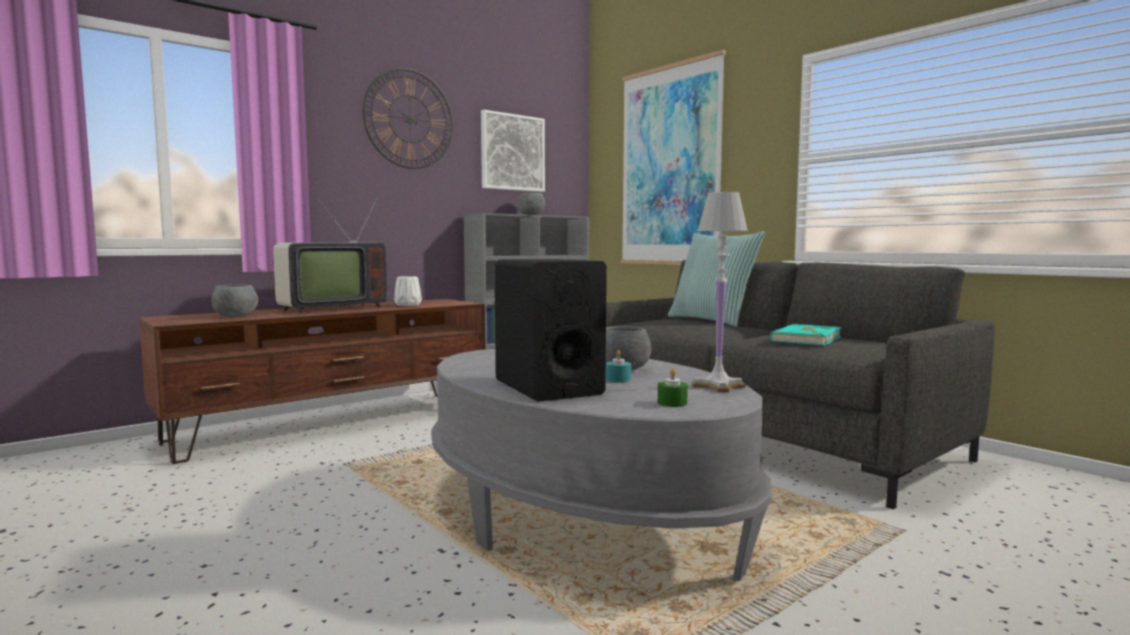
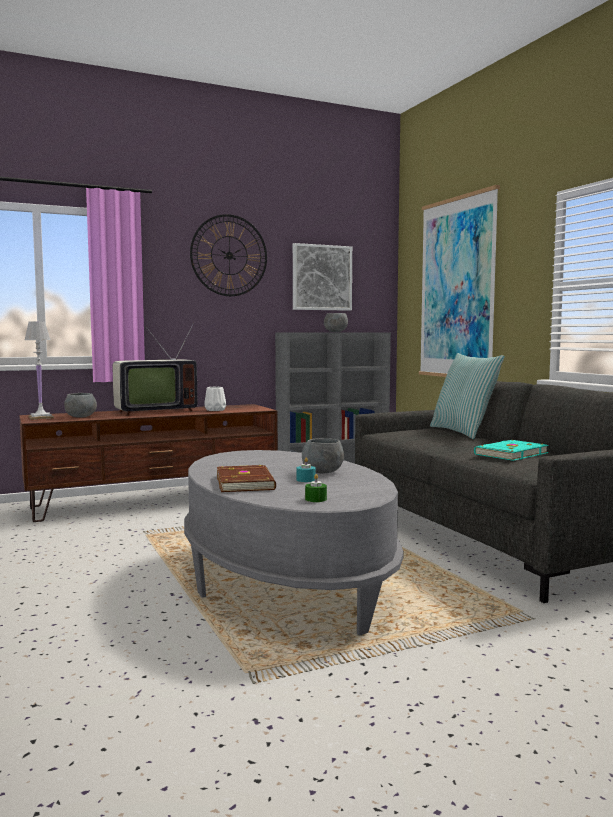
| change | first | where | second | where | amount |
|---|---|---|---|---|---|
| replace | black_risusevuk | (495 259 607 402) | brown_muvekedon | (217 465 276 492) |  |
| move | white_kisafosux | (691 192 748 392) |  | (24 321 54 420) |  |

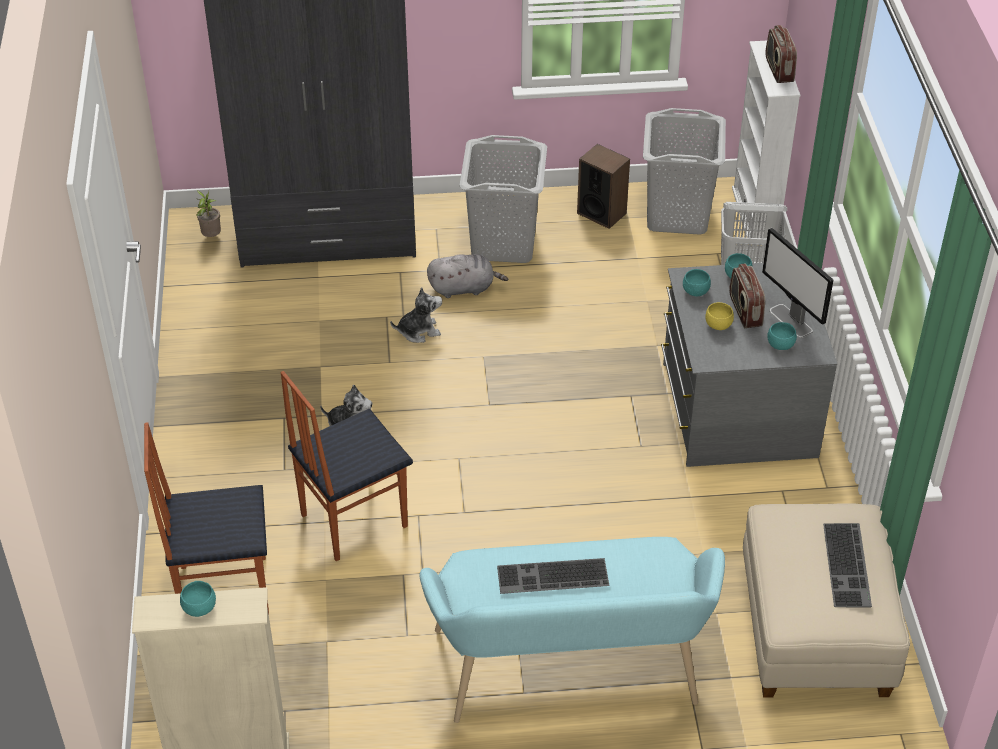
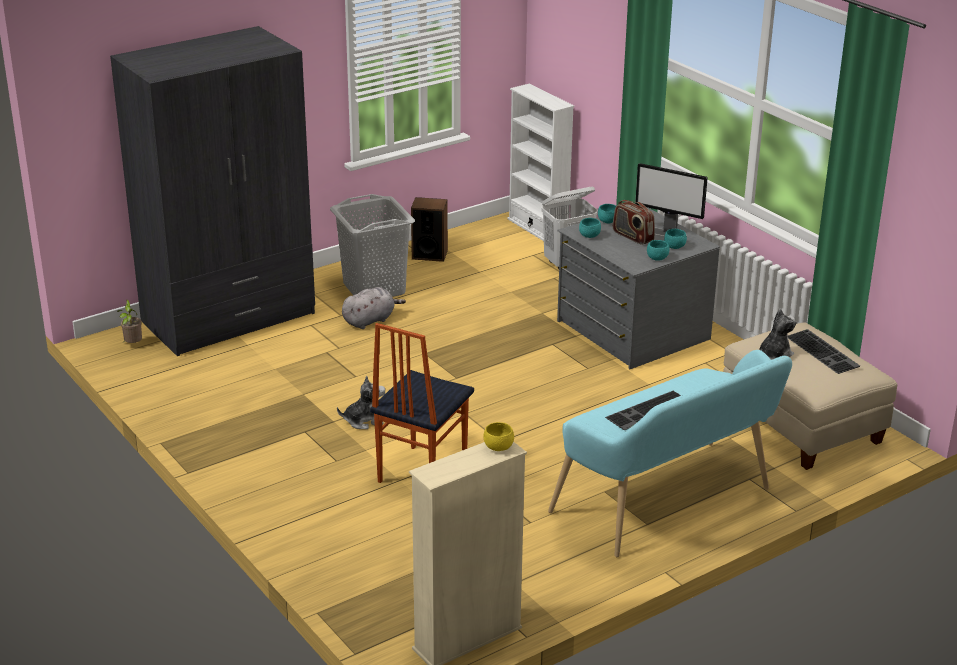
| change | first | where | second | where | amount |
|---|---|---|---|---|---|
| delete | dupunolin | (144 422 269 614) |  |  |  |
| move | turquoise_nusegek | (180 581 216 617) |  | (647 240 669 261) |  |
| move | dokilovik | (390 287 442 343) |  | (759 309 797 360) |  |
| delete | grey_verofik | (643 108 726 235) |  |  |  |
| move | yellow_nusegek | (705 302 734 330) |  | (483 422 514 451) |  |
| delete | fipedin | (765 25 797 83) |  |  |  |

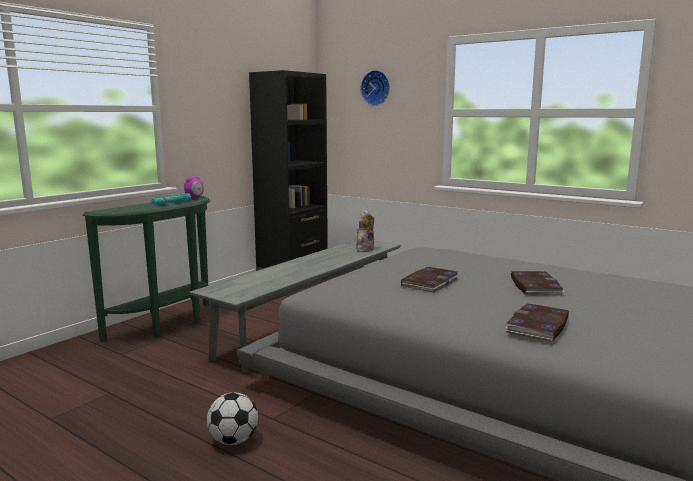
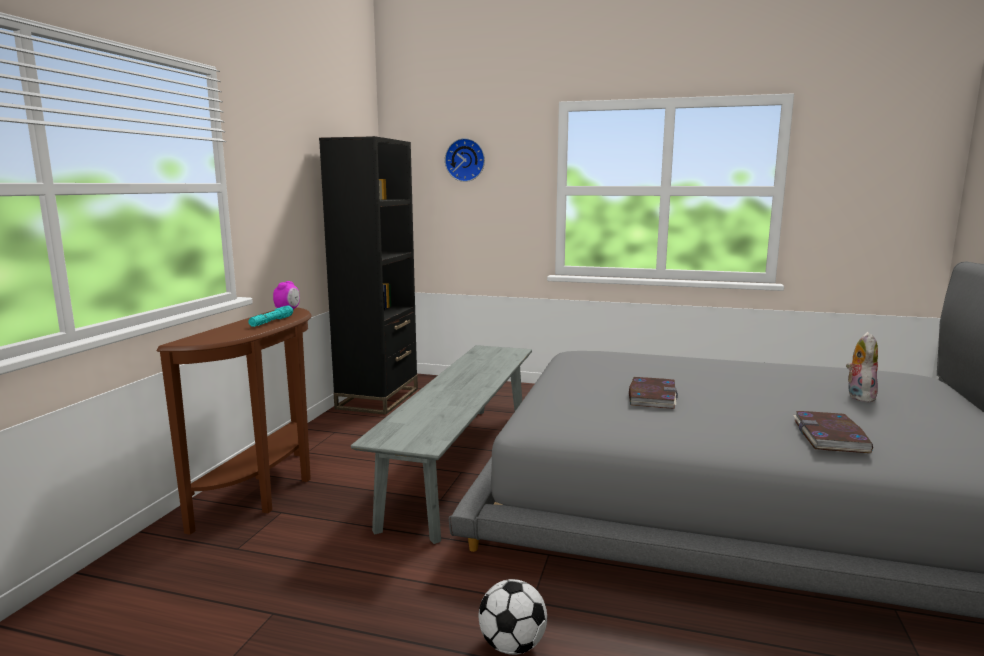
| change | first | where | second | where | amount |
|---|---|---|---|---|---|
| recolor | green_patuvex | (83 196 210 342) | brown_patuvex | (157 307 312 535) |  |
| move | dokilovik | (356 210 374 252) |  | (846 332 878 402) |  |
| delete | muvekedon | (511 271 564 296) |  |  |  |

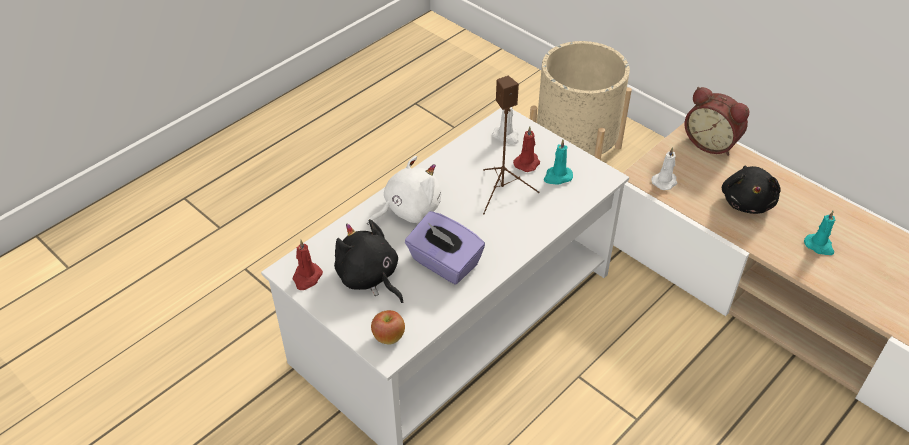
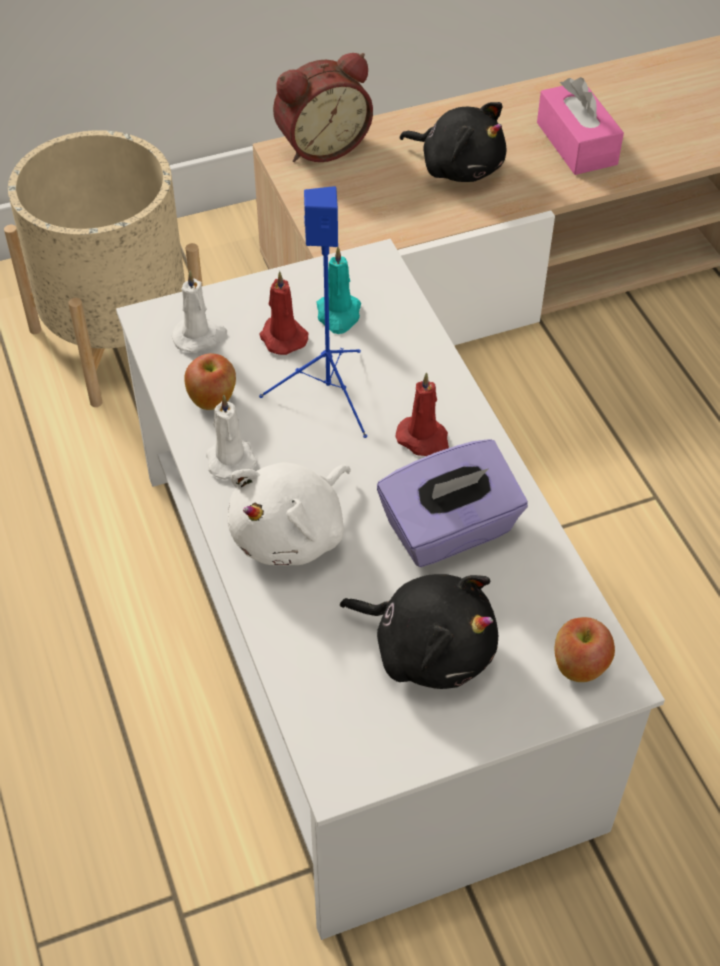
| change | first | where | second | where | amount |
|---|---|---|---|---|---|
| move | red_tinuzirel | (293 240 323 290) |  | (396 372 449 456) |  |
| rotate | black_dokilovik | (334 219 403 303) |  | (340 574 498 689) | 135 degrees counterclockwise |
| rotate | white_dokilovik | (367 156 441 225) |  | (227 463 351 565) | 135 degrees counterclockwise |
| recolor | brown_risusevuk | (483 76 539 214) | blue_risusevuk | (259 186 367 438) |  |
| move | white_tinuzirel | (651 147 677 190) |  | (206 394 257 480) |  |
| replace | turquoise_tinuzirel | (804 210 835 255) | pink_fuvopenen | (537 77 624 175) |  |
| insert |  |  | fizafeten | (184 353 236 410) |  |

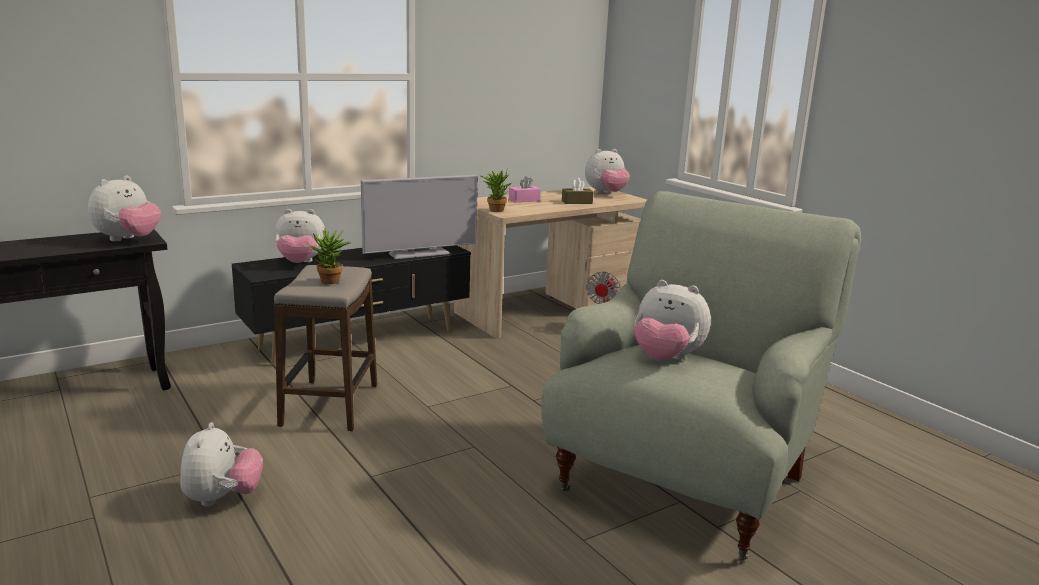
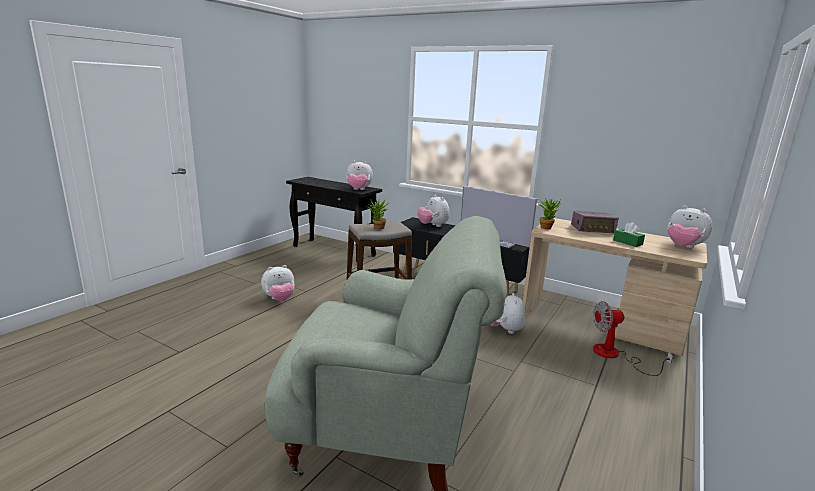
| change | first | where | second | where | amount |
|---|---|---|---|---|---|
| replace | pink_fuvopenen | (509 176 541 203) | fipedin | (571 211 619 233) |  |
| recolor | brown_fuvopenen | (562 178 594 204) | green_fuvopenen | (613 222 645 247) |  |
| move | dokilovik | (634 280 711 361) |  | (490 293 525 334) |  |

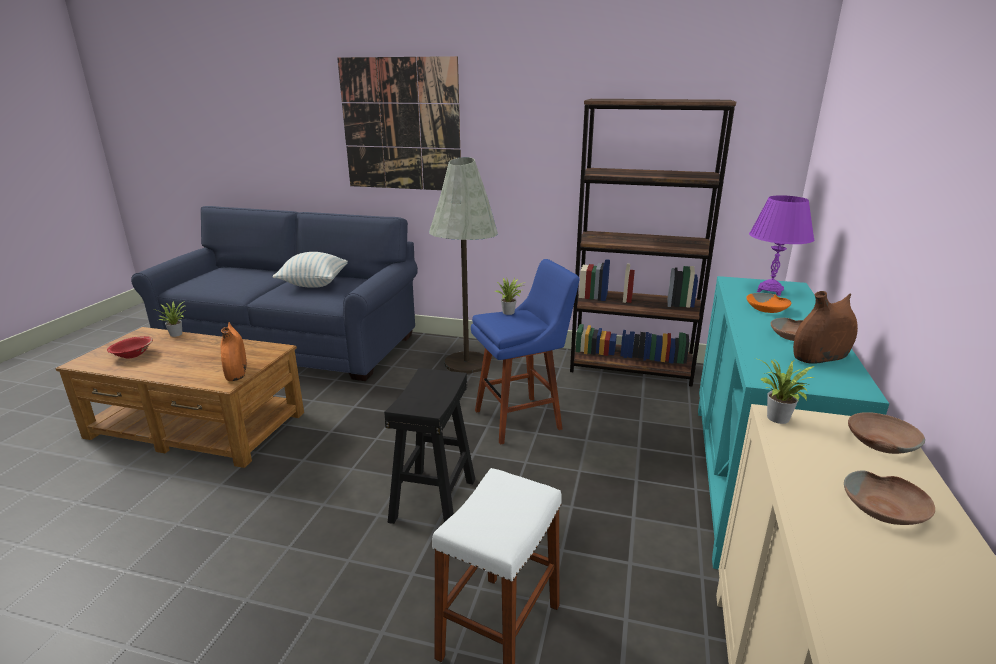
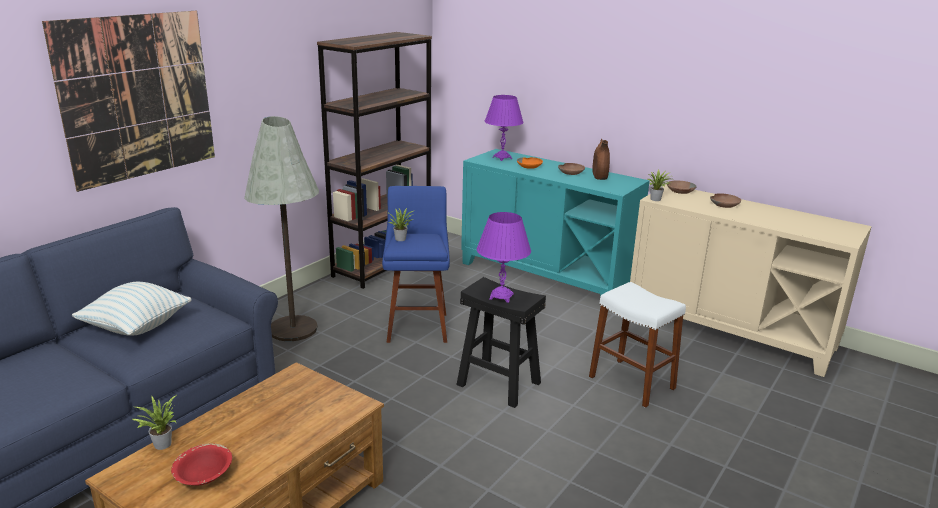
| change | first | where | second | where | amount |
|---|---|---|---|---|---|
| delete | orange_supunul | (221 322 247 381) |  |  |  |
| insert |  |  | purple_kisafosux | (477 212 531 303) |  |

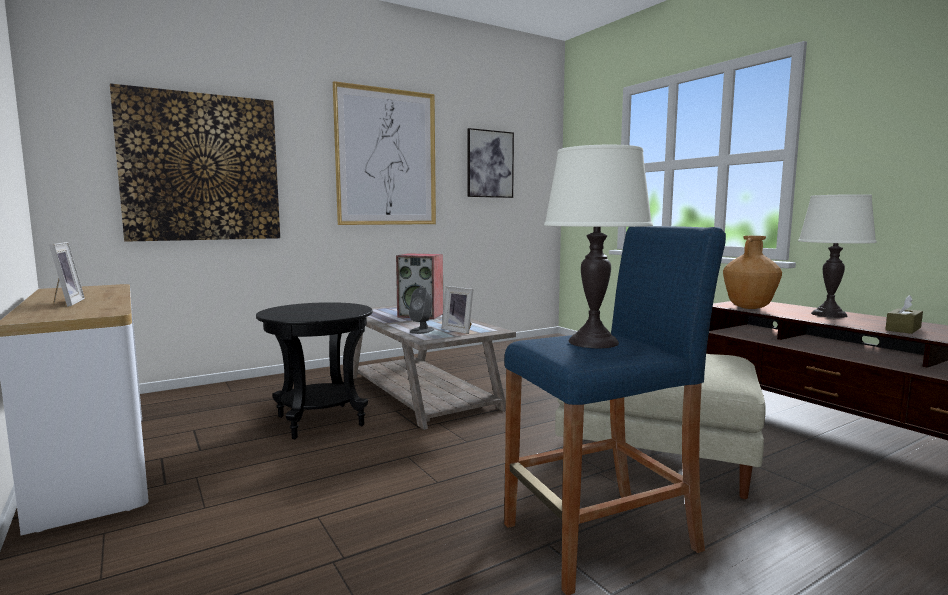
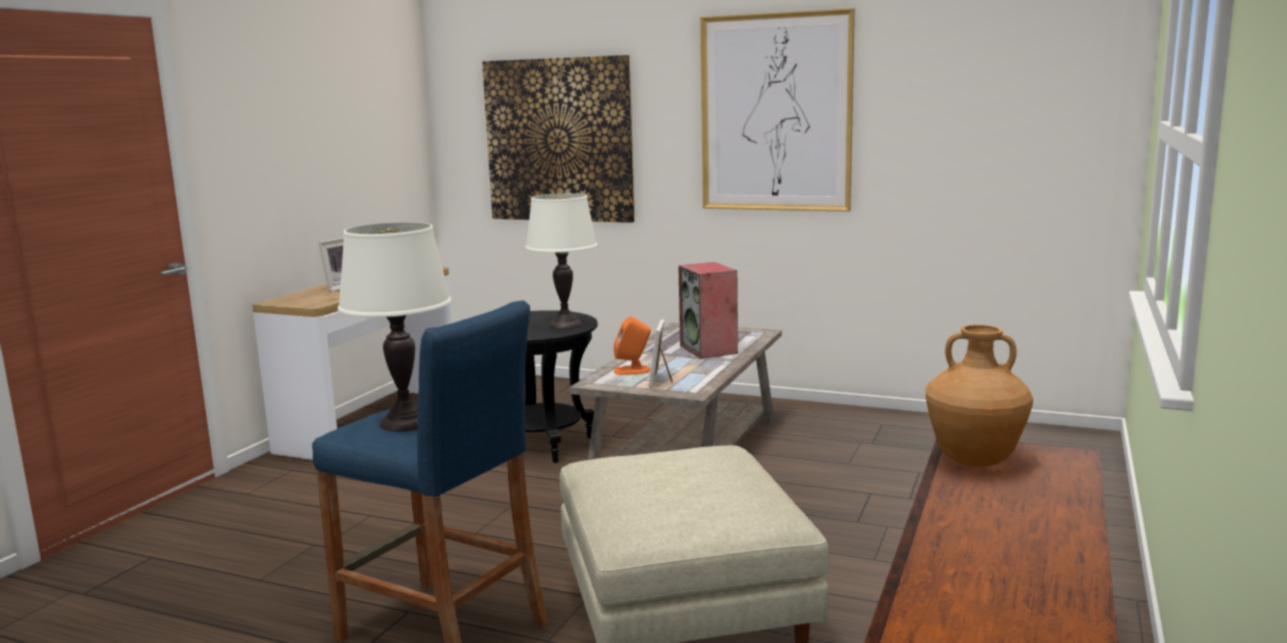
| change | first | where | second | where | amount |
|---|---|---|---|---|---|
| recolor | grey_risusevuk | (409 287 434 334) | orange_risusevuk | (614 316 651 375) |  |
| delete | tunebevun | (467 128 514 198) |  |  |  |
| move | white_kisafosux | (798 194 877 318) |  | (525 193 597 329) |  |
| delete | brown_fuvopenen | (885 295 923 334) |  |  |  |

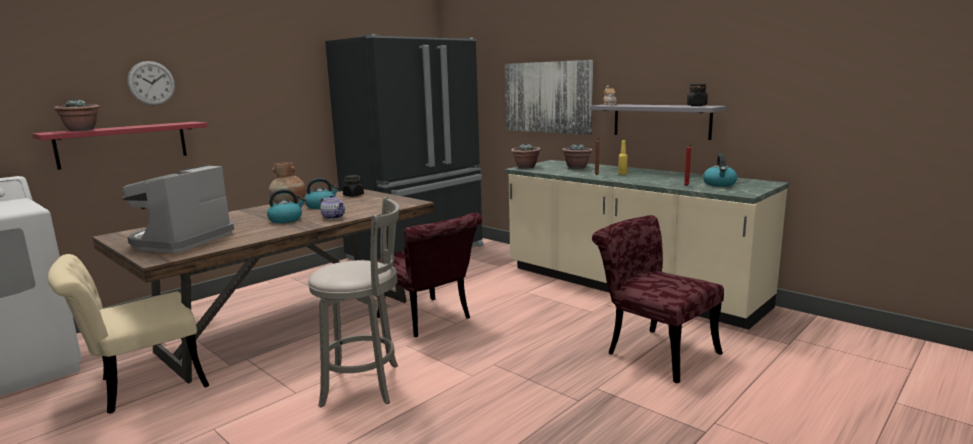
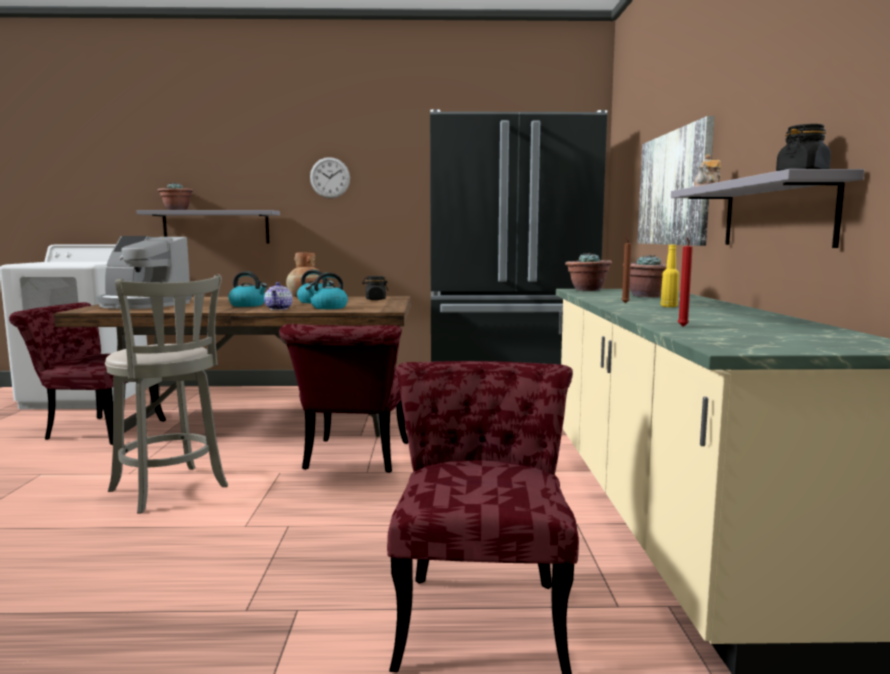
| change | first | where | second | where | amount |
|---|---|---|---|---|---|
| recolor | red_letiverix | (32 122 207 170) | grey_letiverix | (136 210 280 243) |  |
| recolor | beige_dupunolin | (48 254 209 413) | red_dupunolin | (9 302 166 445) |  |
| rotate | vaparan | (122 165 234 253) |  | (96 236 192 309) | 135 degrees counterclockwise |
| move | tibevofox | (127 61 175 105) |  | (310 157 350 198) |  |
| move | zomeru | (703 154 737 187) |  | (305 273 348 309) |  |

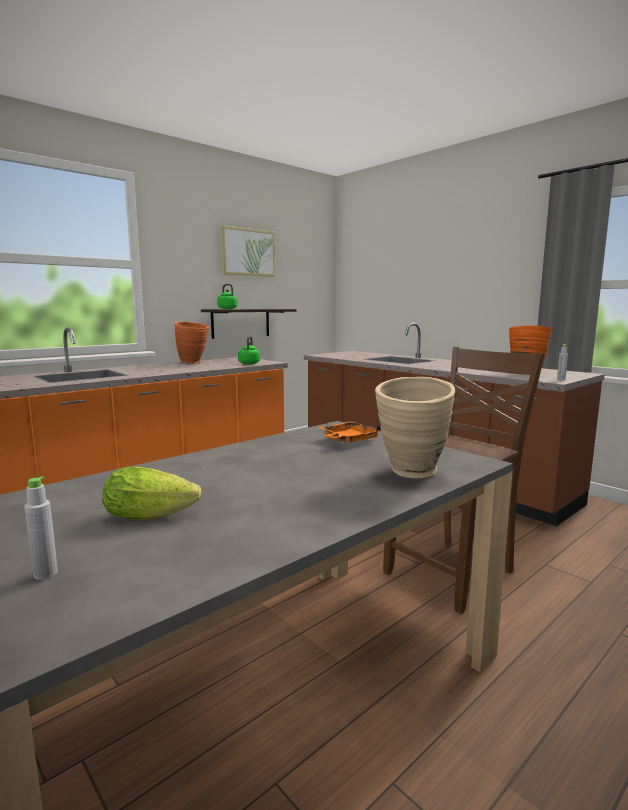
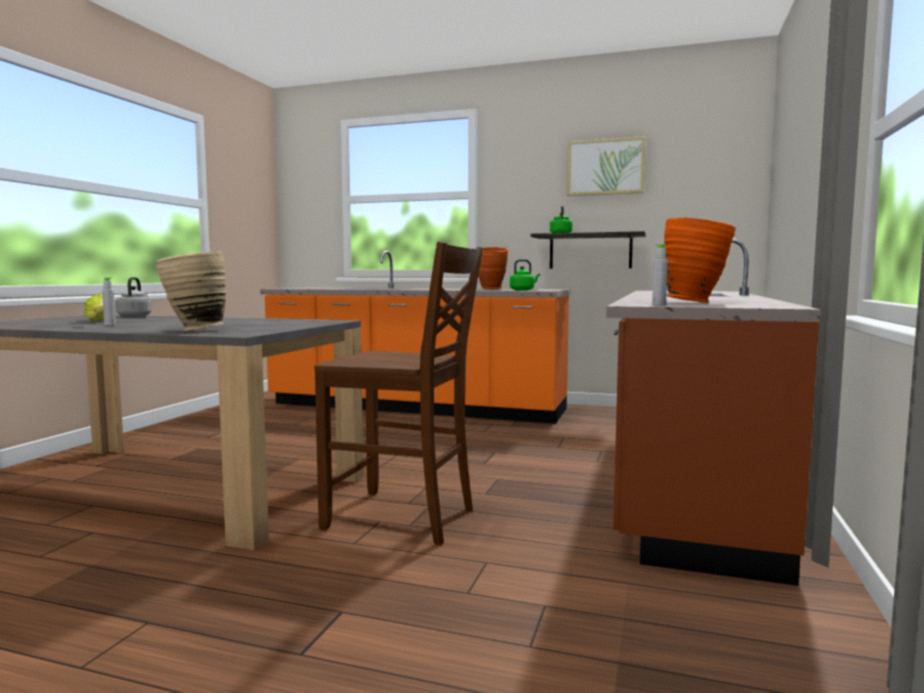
| change | first | where | second | where | amount |
|---|---|---|---|---|---|
| move | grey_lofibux | (24 477 58 580) |  | (102 277 116 325) |  |
| delete | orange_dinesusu | (319 421 381 443) |  |  |  |
| insert |  |  | grey_zomeru | (115 277 152 317) |  |

